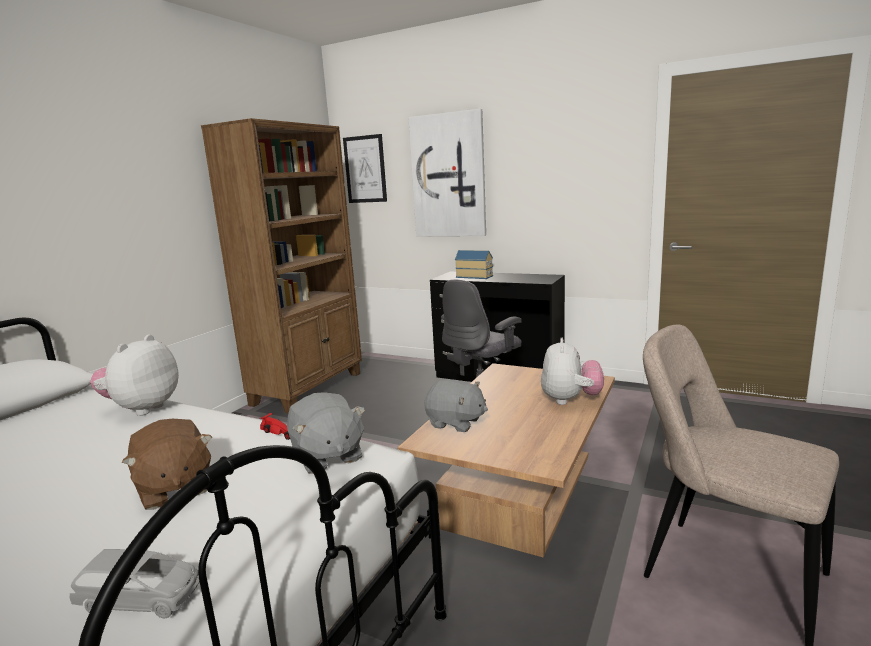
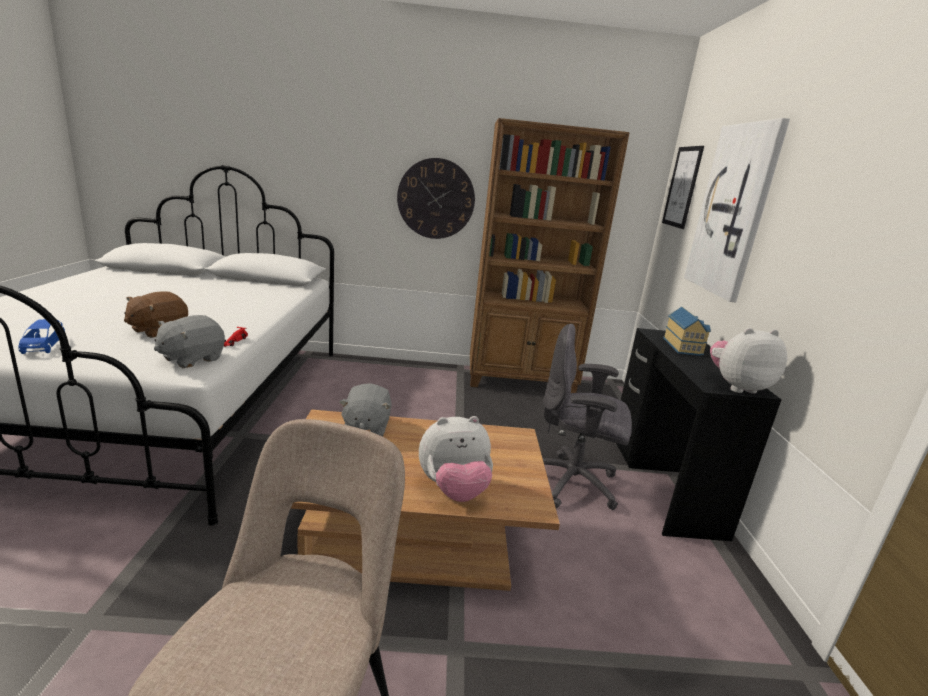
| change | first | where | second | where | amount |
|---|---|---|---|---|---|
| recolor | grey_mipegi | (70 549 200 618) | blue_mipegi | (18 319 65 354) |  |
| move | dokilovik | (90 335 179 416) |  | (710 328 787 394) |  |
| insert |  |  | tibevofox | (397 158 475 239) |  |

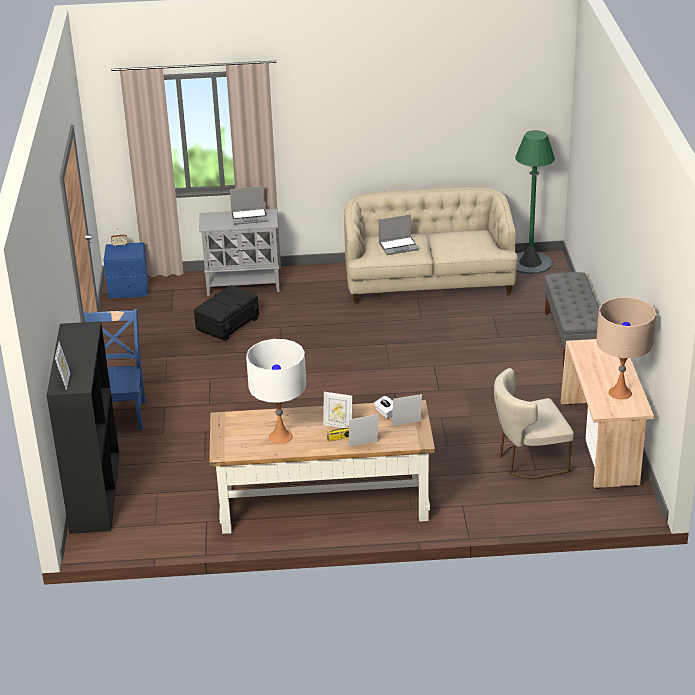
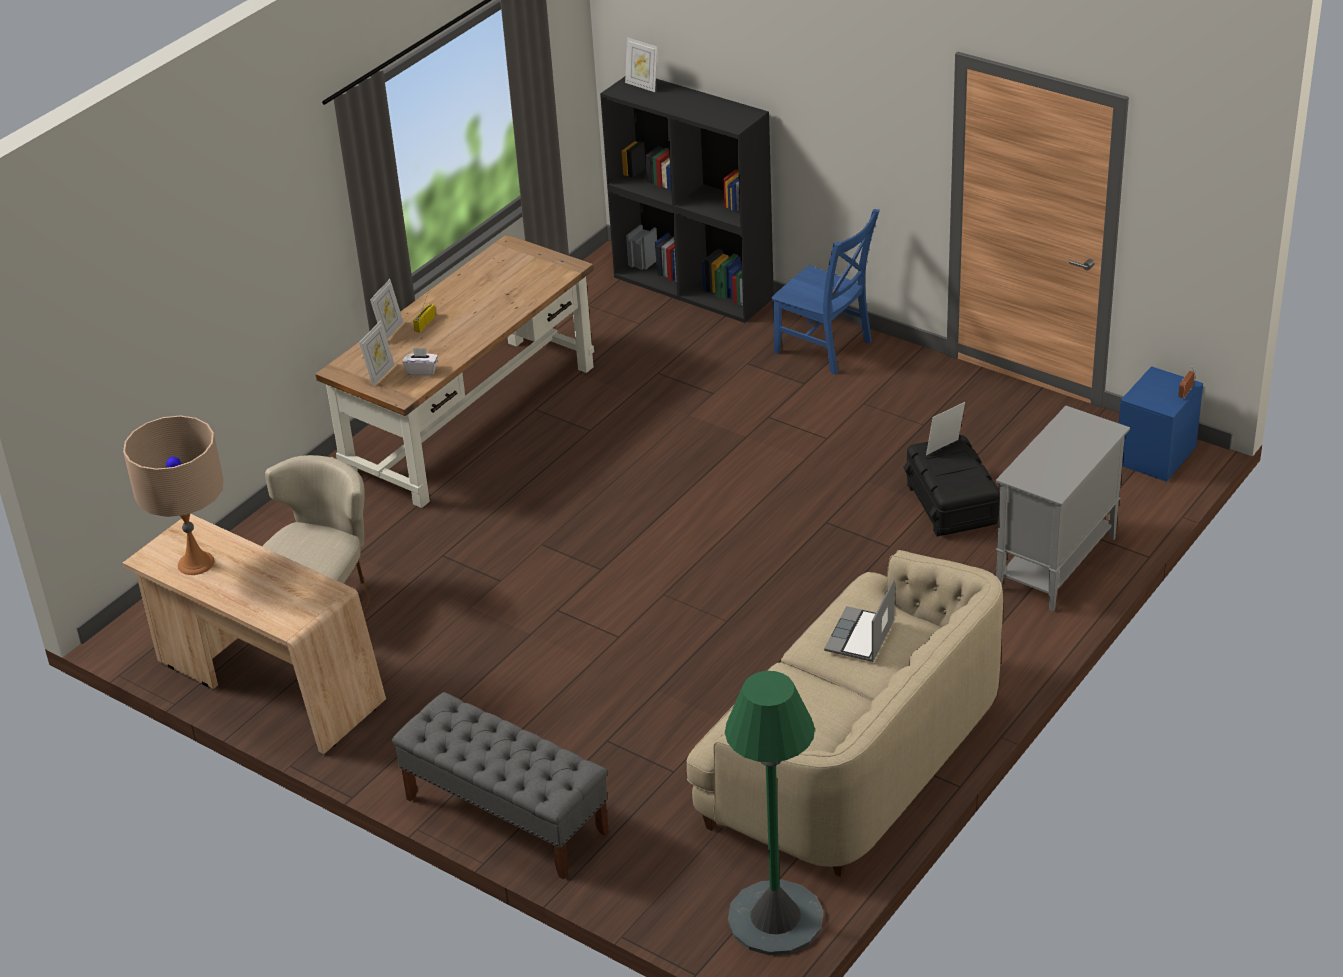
| change | first | where | second | where | amount |
|---|---|---|---|---|---|
| delete | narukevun | (230 186 268 225) |  |  |  |
| delete | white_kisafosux | (246 339 306 444) |  |  |  |
| move | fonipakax | (323 392 352 428) |  | (926 402 965 455) |  |

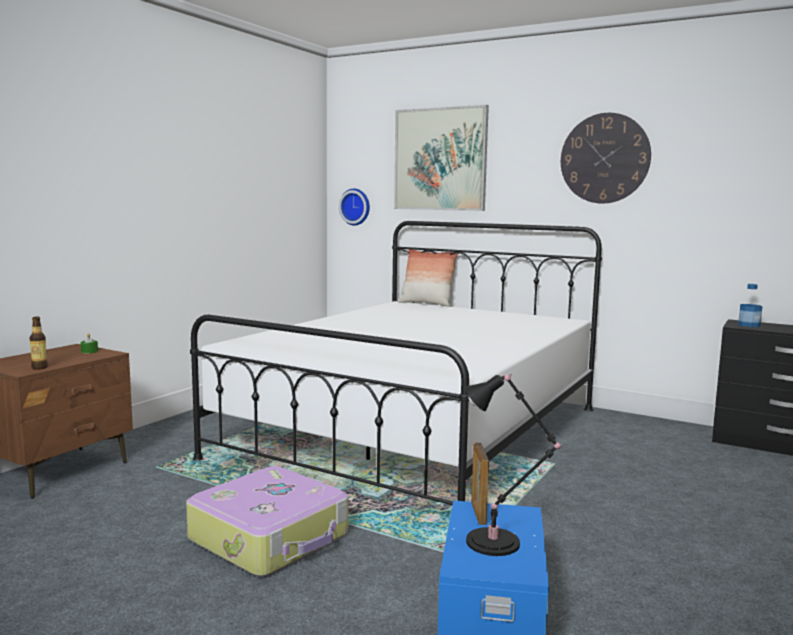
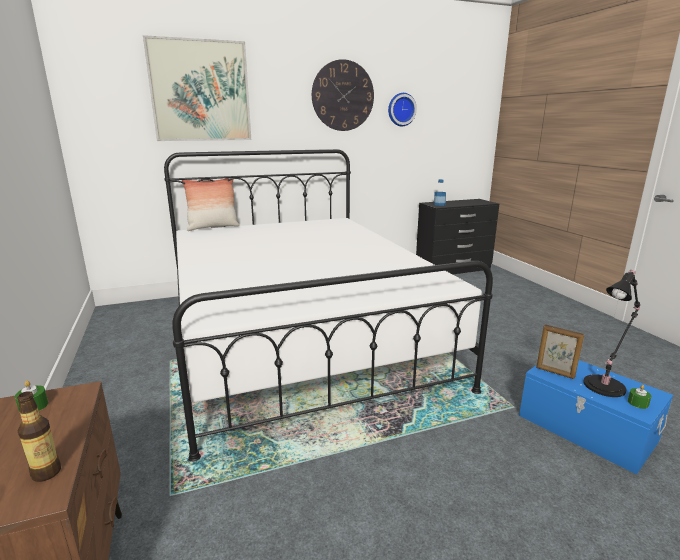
| change | first | where | second | where | amount |
|---|---|---|---|---|---|
| delete | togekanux | (186 466 348 577) |  |  |  |
| move | tibevofox | (339 189 370 225) |  | (388 93 417 126) |  |
| insert |  |  | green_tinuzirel | (628 385 651 409) |  |

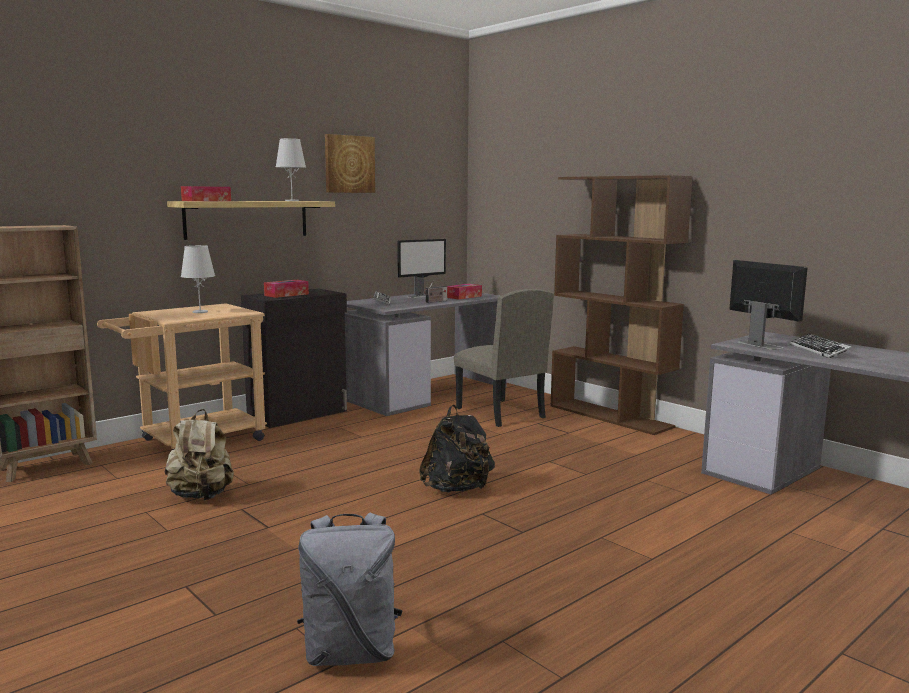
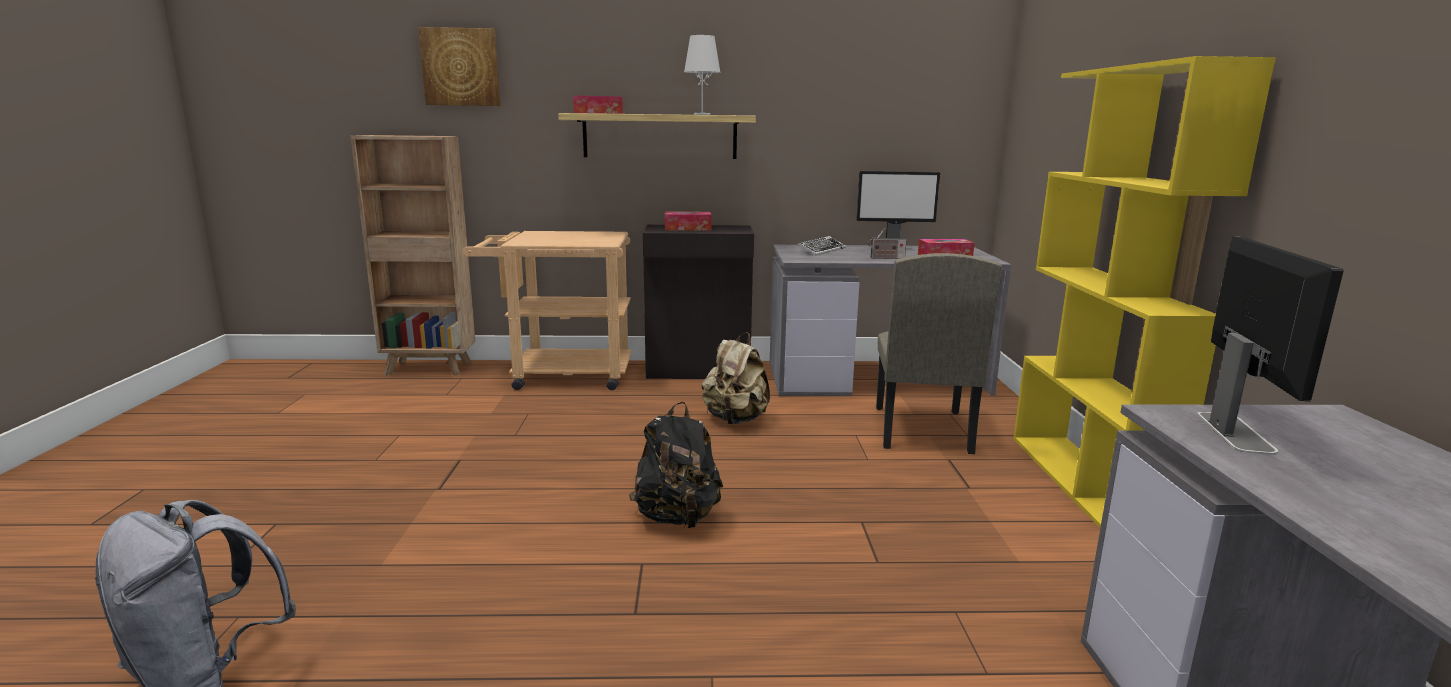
| change | first | where | second | where | amount |
|---|---|---|---|---|---|
| move | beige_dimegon | (165 409 234 500) |  | (702 332 770 424) |  |
| delete | white_kisafosux | (181 245 215 313) |  |  |  |
| move | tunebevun | (325 134 375 193) |  | (418 27 500 106) |  |
| recolor | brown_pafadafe | (550 175 693 435) | yellow_pafadafe | (1013 56 1276 528) |  |
| delete | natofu | (789 333 852 358) |  |  |  |

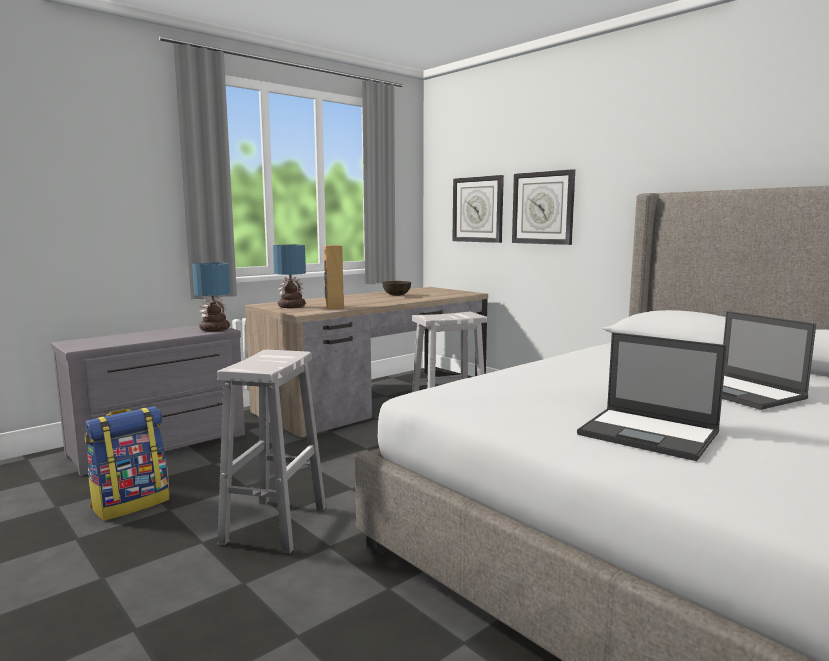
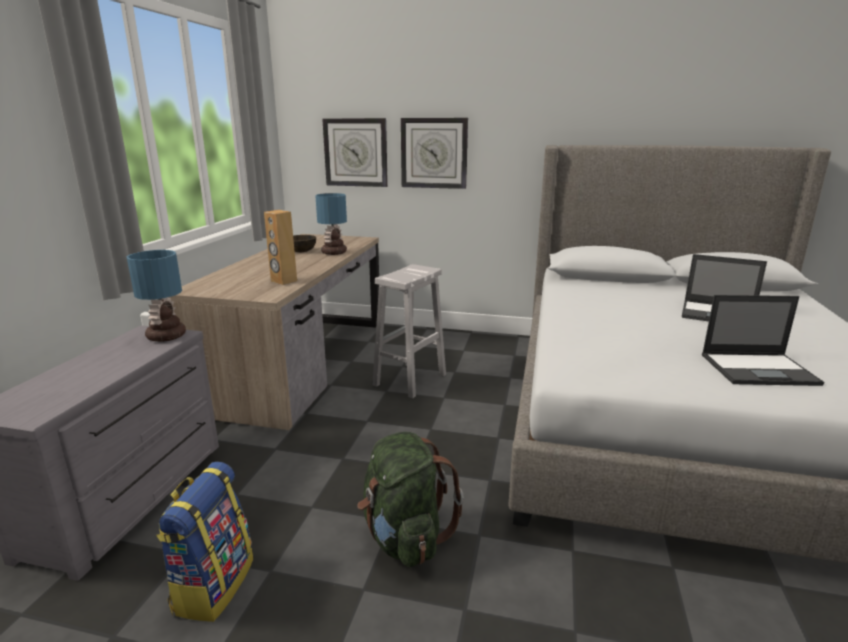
| change | first | where | second | where | amount |
|---|---|---|---|---|---|
| replace | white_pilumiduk | (217 350 326 554) | green_dimegon | (357 432 464 567) |  |
| move | kisafosux | (273 245 306 308) |  | (315 193 347 255) |  |

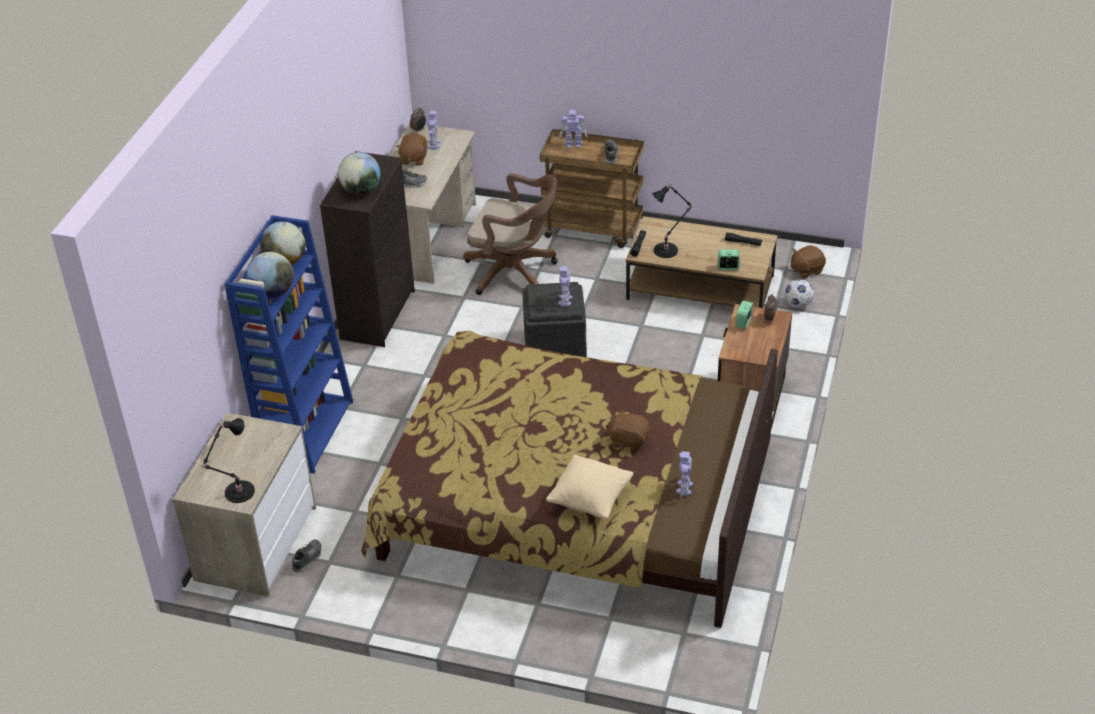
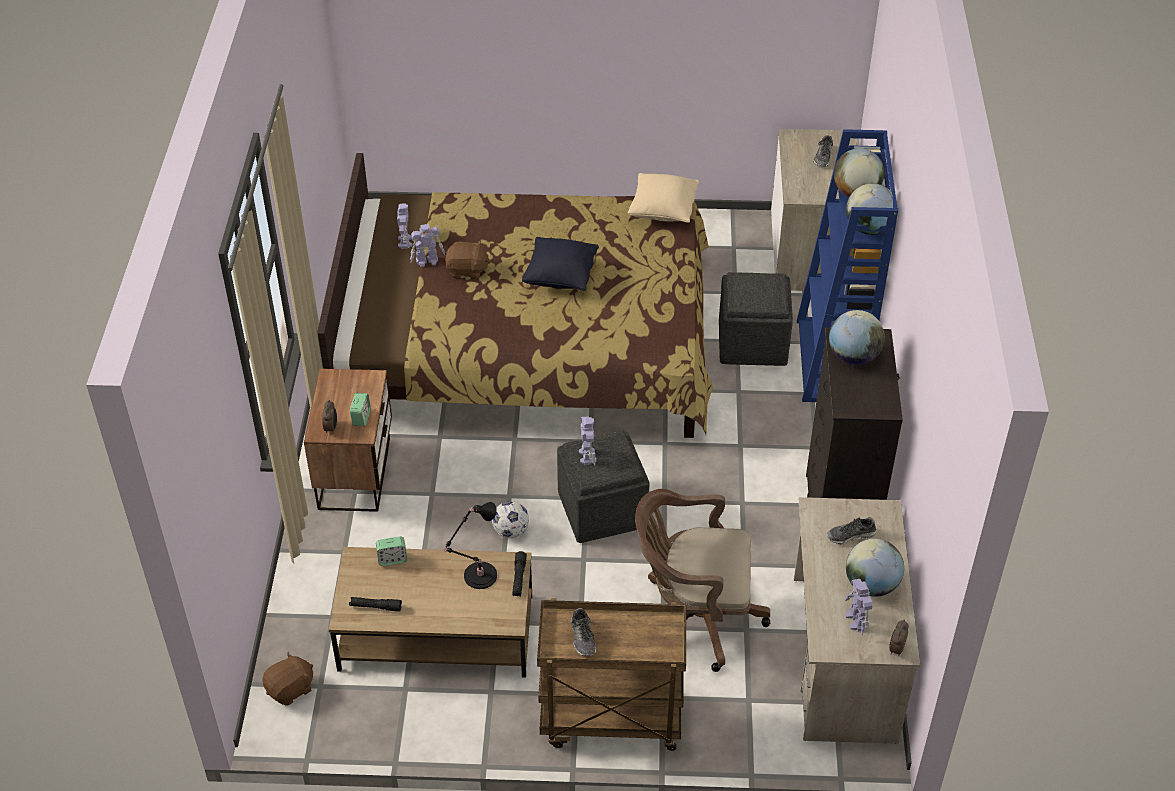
| change | first | where | second | where | amount |
|---|---|---|---|---|---|
| delete | black_kisafosux | (202 418 255 503) |  |  |  |
| move | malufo | (291 539 322 574) |  | (813 135 833 167) |  |
| replace | brown_dokilovik | (396 133 427 165) | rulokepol | (846 539 904 597) |  |
| move | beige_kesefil | (546 455 633 519) |  | (628 173 699 223) |  |
| move | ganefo | (559 109 587 148) |  | (410 224 445 267) |  |
| move | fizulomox | (785 279 814 308) |  | (492 501 529 538) |  |
| insert |  |  | black_kesefil | (522 237 599 291) |  |
| insert |  |  | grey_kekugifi | (719 272 793 366) |  |

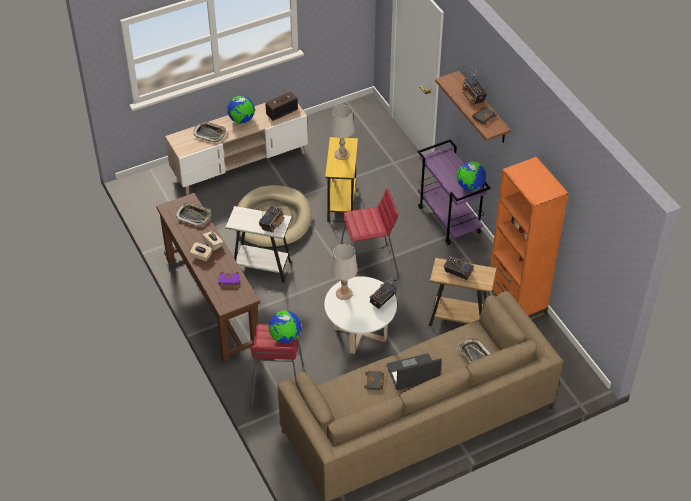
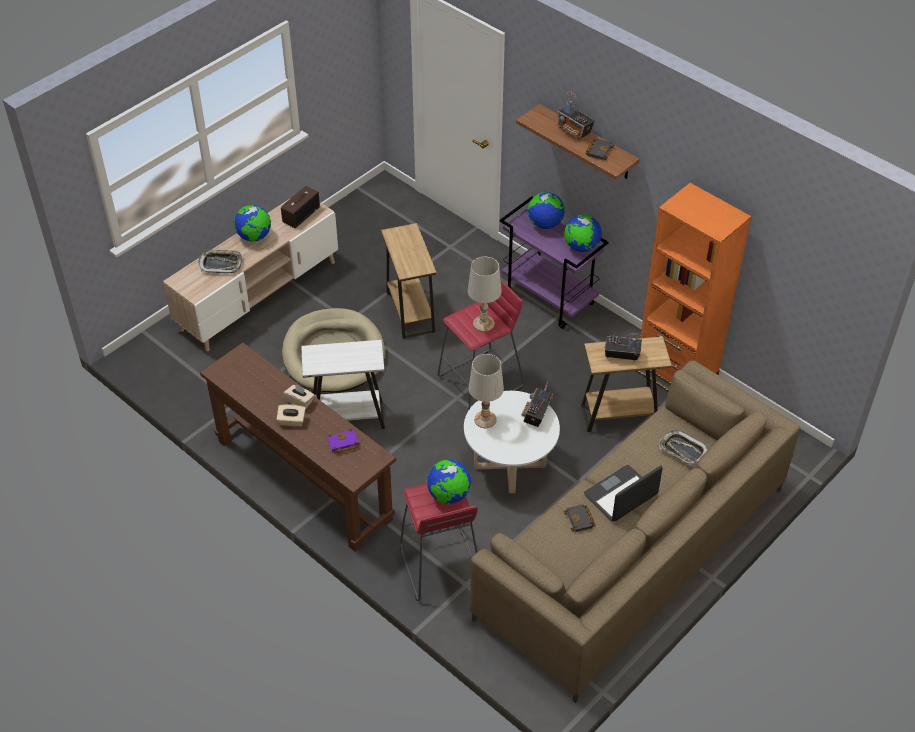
| change | first | where | second | where | amount |
|---|---|---|---|---|---|
| delete | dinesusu | (176 202 211 227) |  |  |  |
| delete | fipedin | (259 206 284 233) |  |  |  |
| recolor | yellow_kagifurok | (325 137 358 223) | brown_kagifurok | (381 223 437 339) |  |
| move | white_kisafosux | (330 105 354 160) |  | (468 257 502 332) |  |
| insert |  |  | rulokepol | (528 192 565 229) |  |

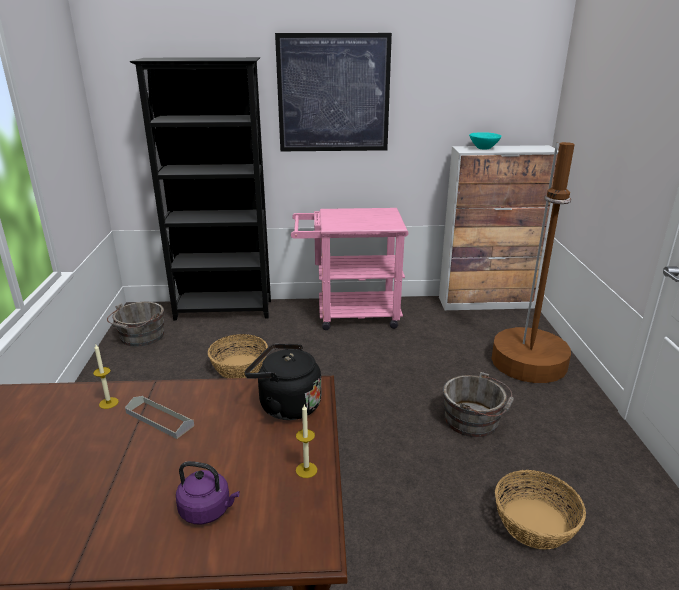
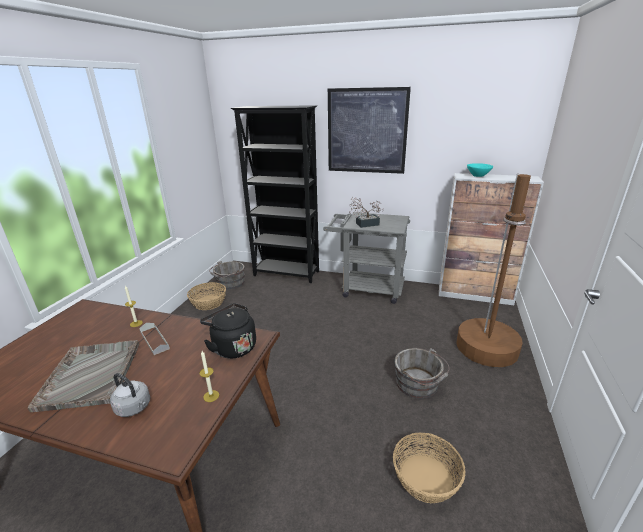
| change | first | where | second | where | amount |
|---|---|---|---|---|---|
| recolor | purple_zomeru | (176 461 240 524) | grey_zomeru | (110 373 150 417) |  |
| move | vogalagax | (208 334 268 378) |  | (187 282 226 310) |  |
| recolor | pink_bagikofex | (291 208 408 330) | grey_bagikofex | (323 212 410 304) |  |
| insert |  |  | grey_dinesusu | (28 340 139 412) |  |
| insert |  |  | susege | (349 197 384 228) |  |

